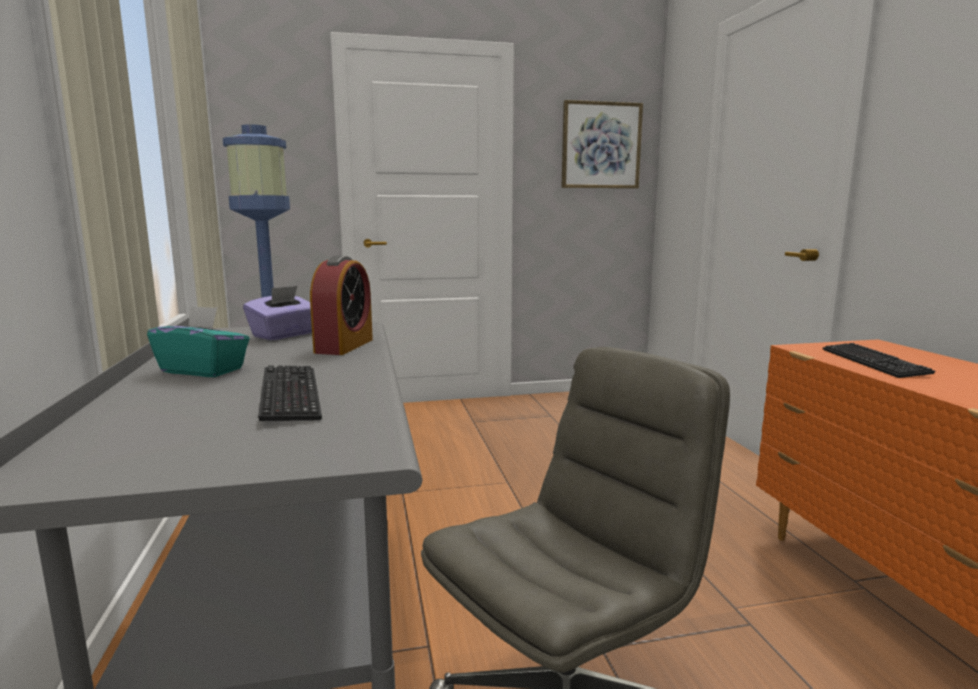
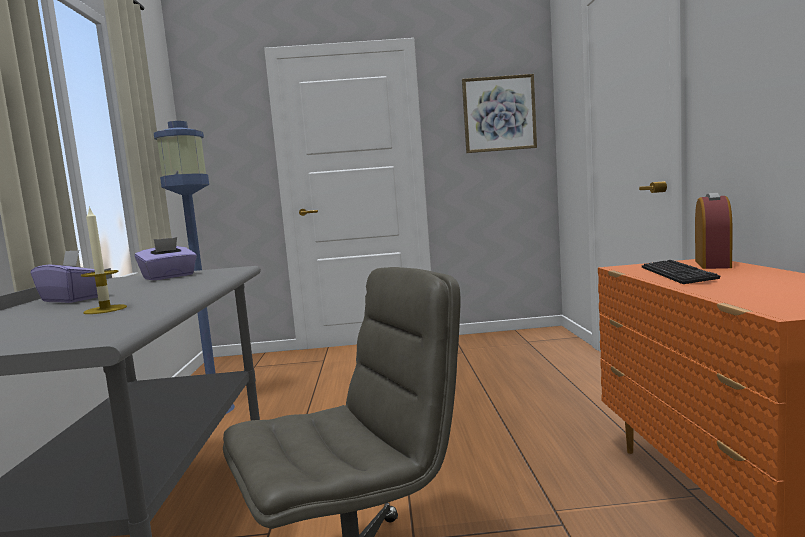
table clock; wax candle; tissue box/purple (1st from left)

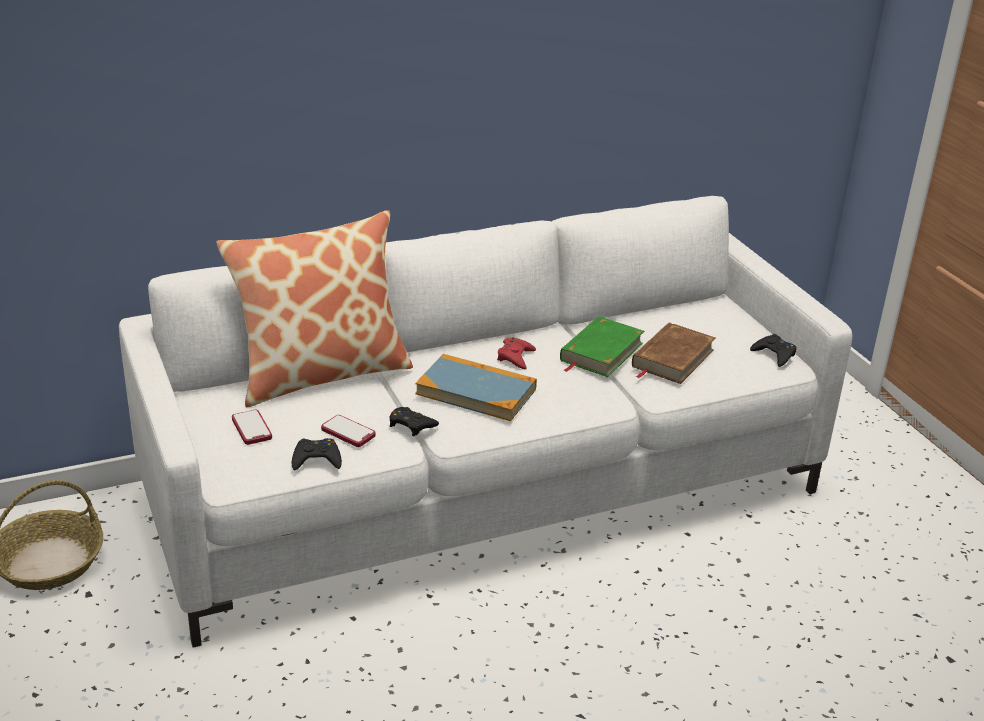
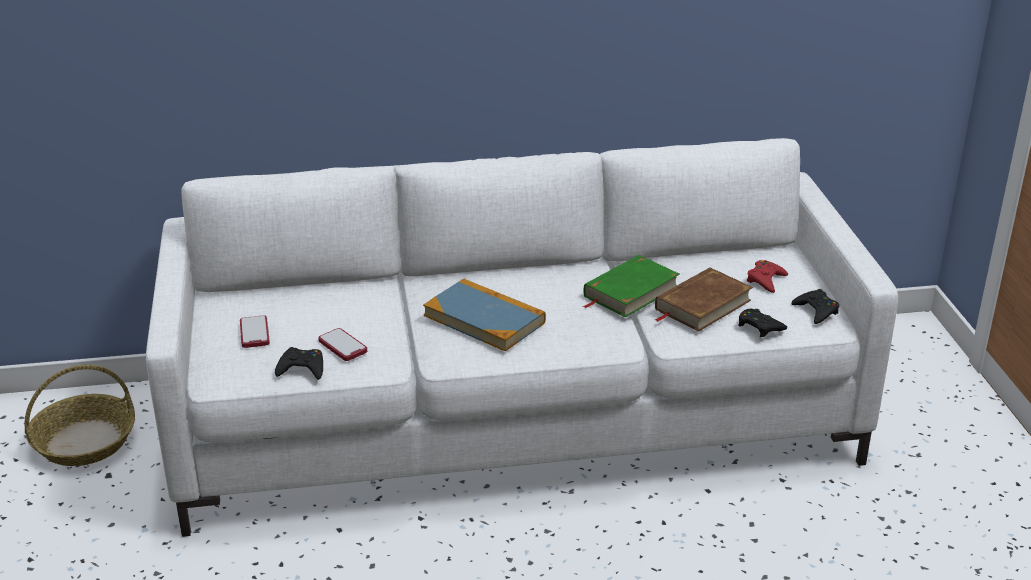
pillow; joypad/black (2nd from left); joypad/reddish

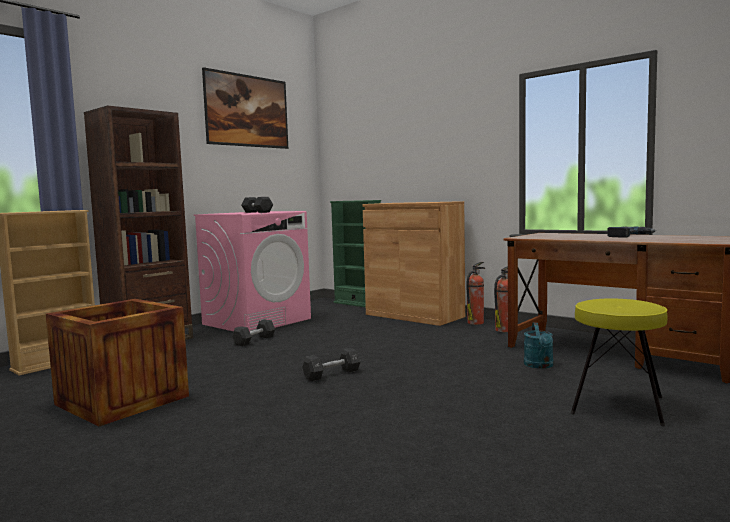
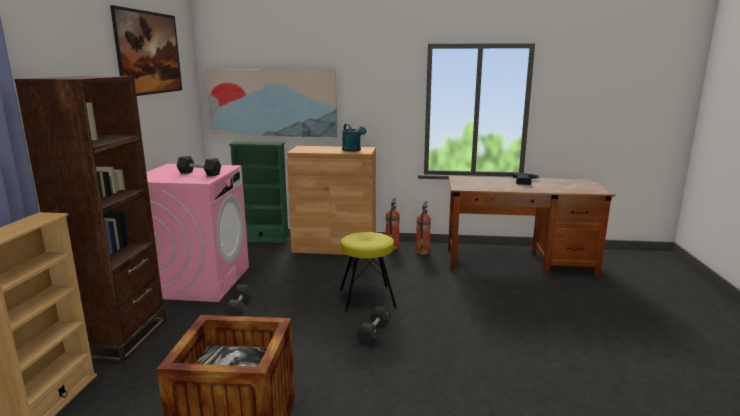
wall picture (2nd from left); sprinkling can/blue-green; sitting stool/yellow-coloured

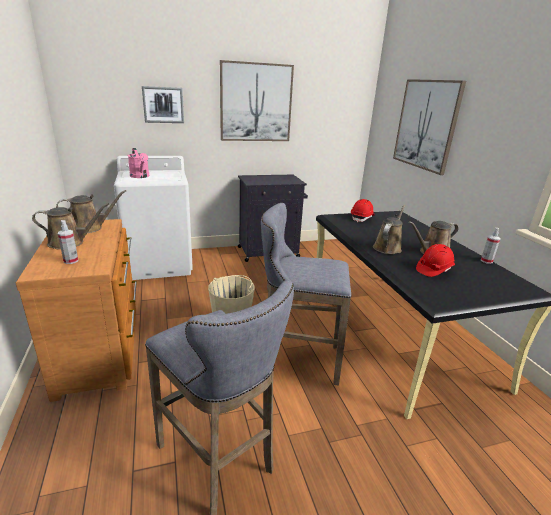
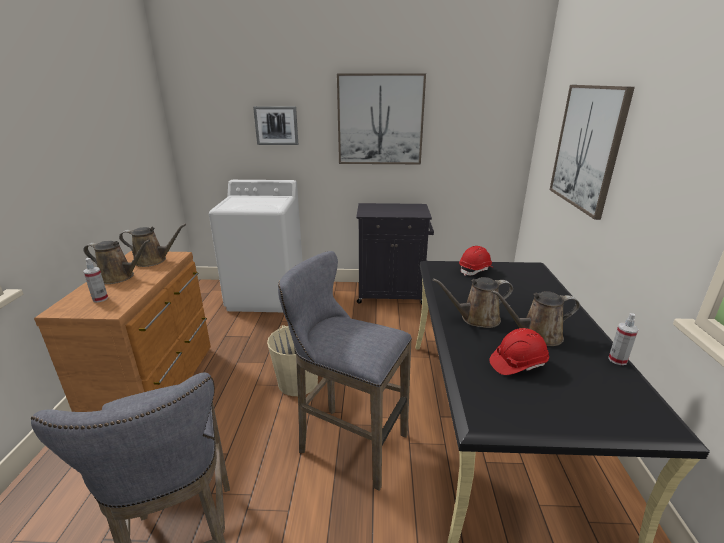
sprinkling can/pinkish; sprinkling can/brownish (3rd from left)

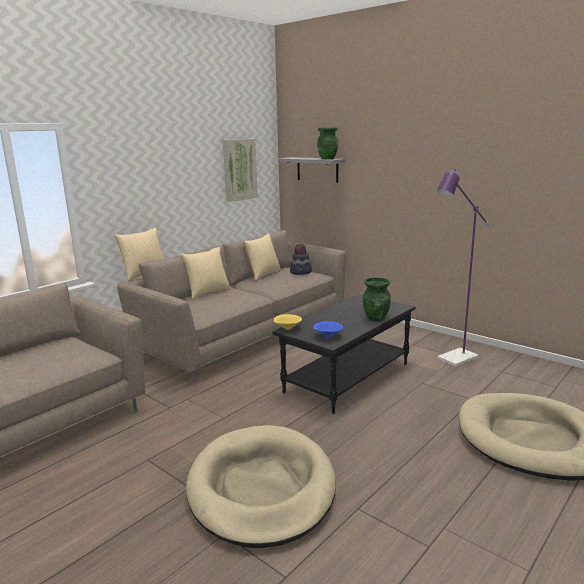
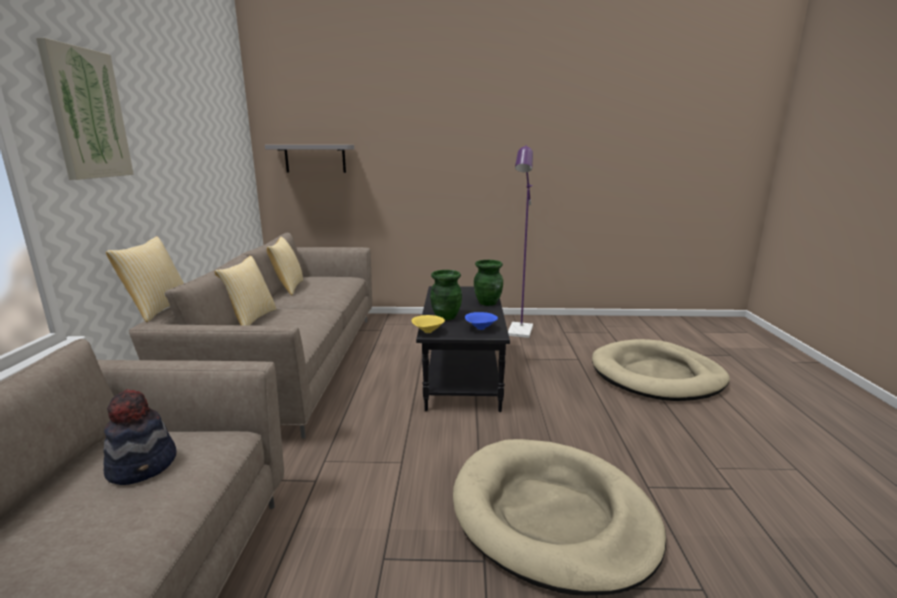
wall picture; hat; decorative vase/green-coloured (1st from left)

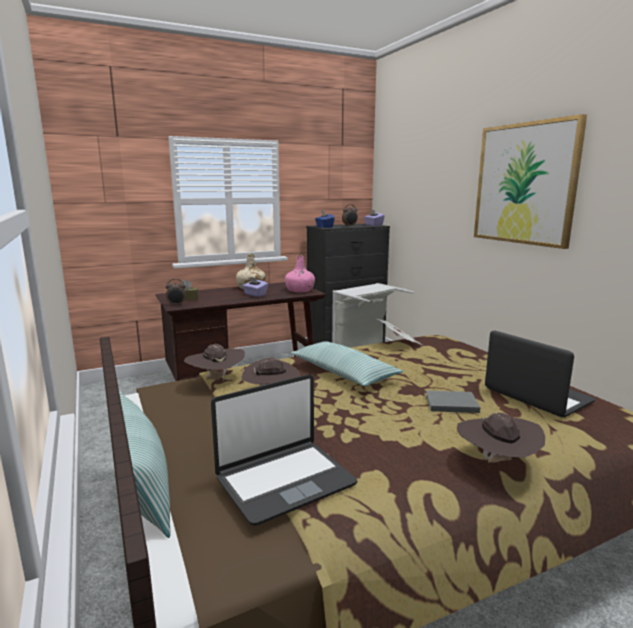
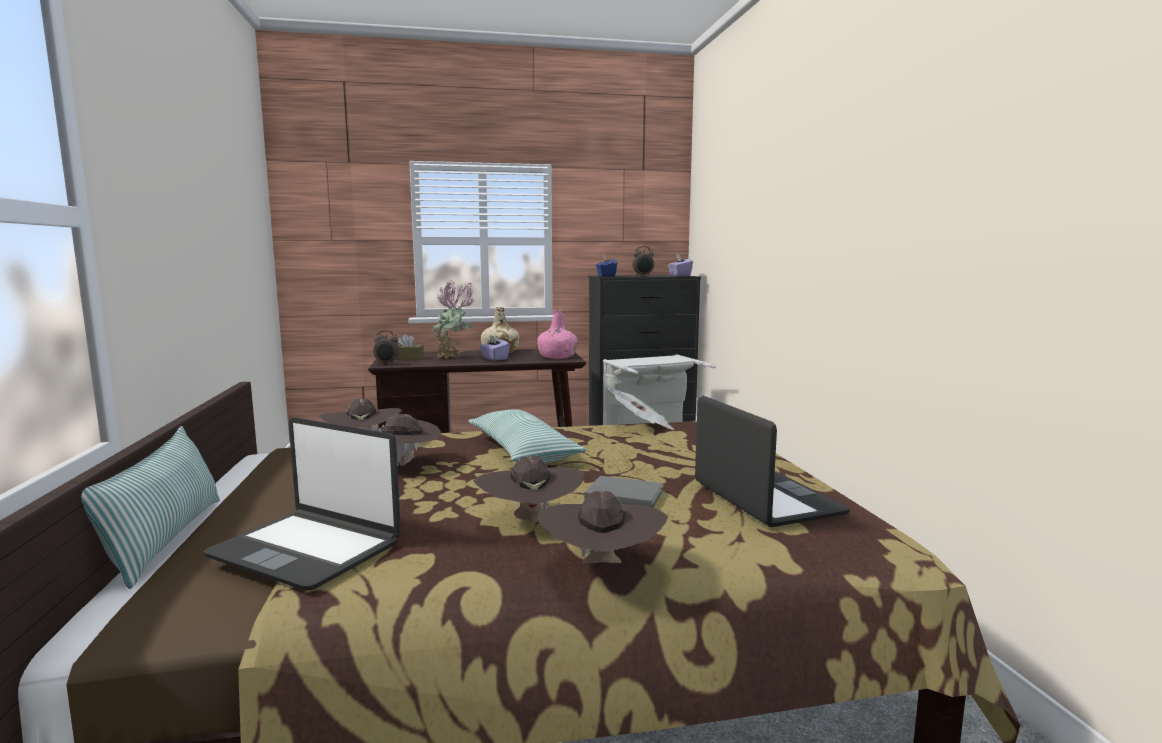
wall picture; plant in a pot; hat/brownish (3rd from left); laptop (1st from left)

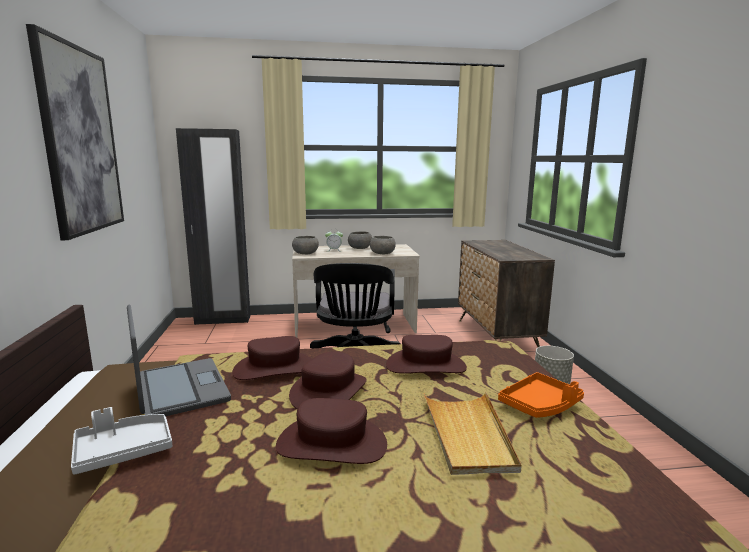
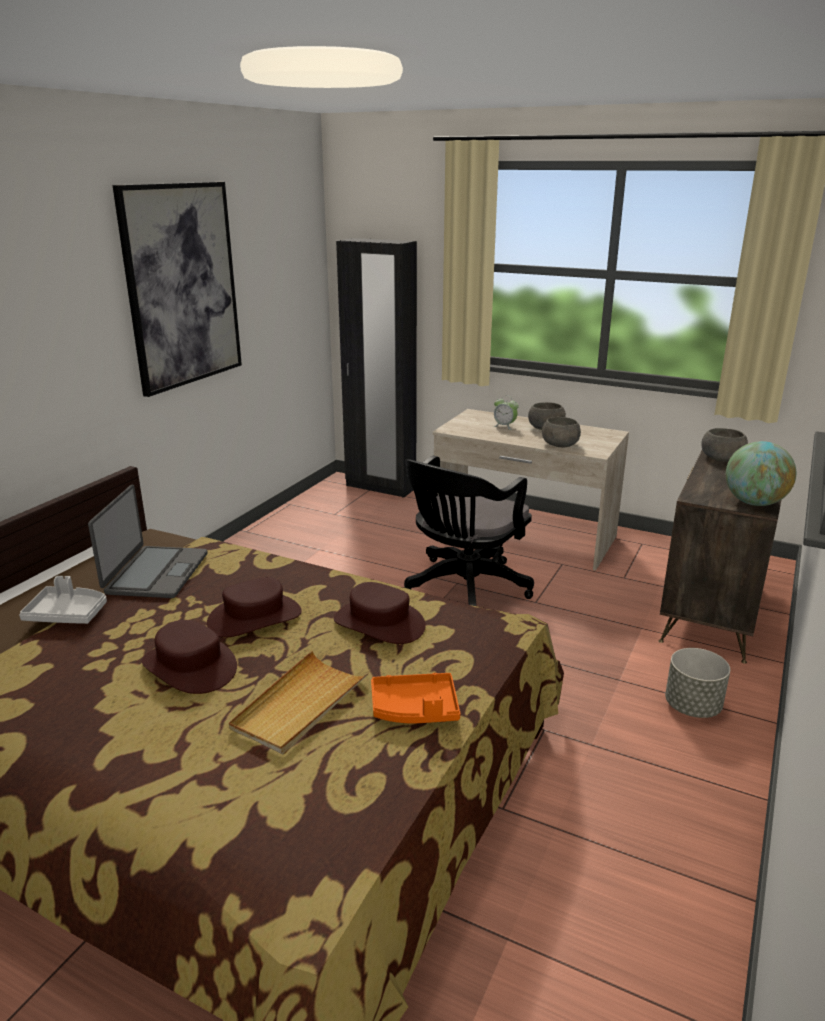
hat/brownish (1st from left in the first image); world globe; bowl/greyish (3rd from left)

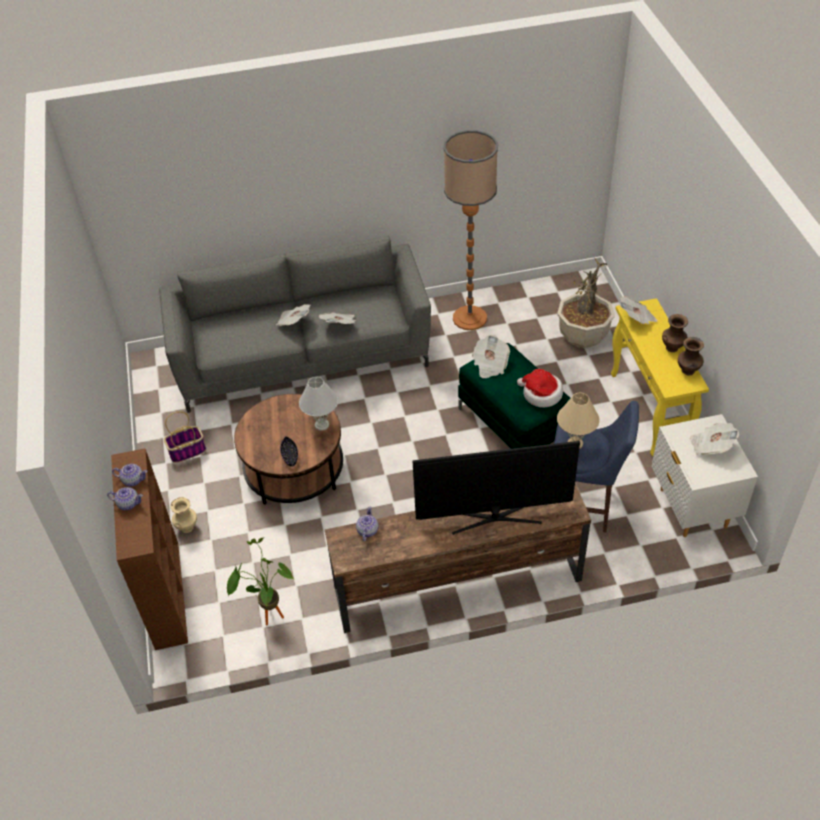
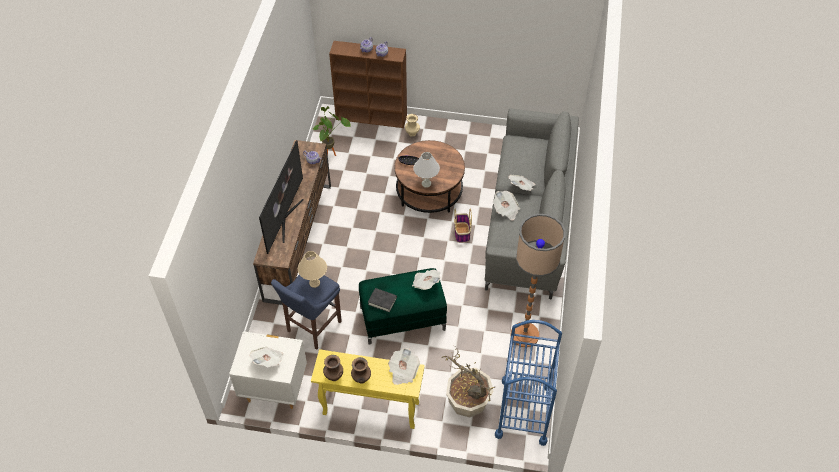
cart/blue-coloured; storage basket; volume/black

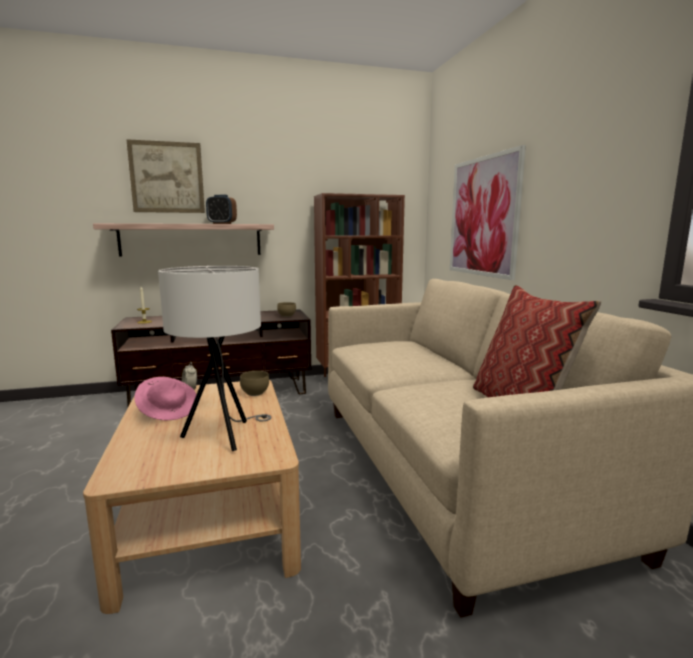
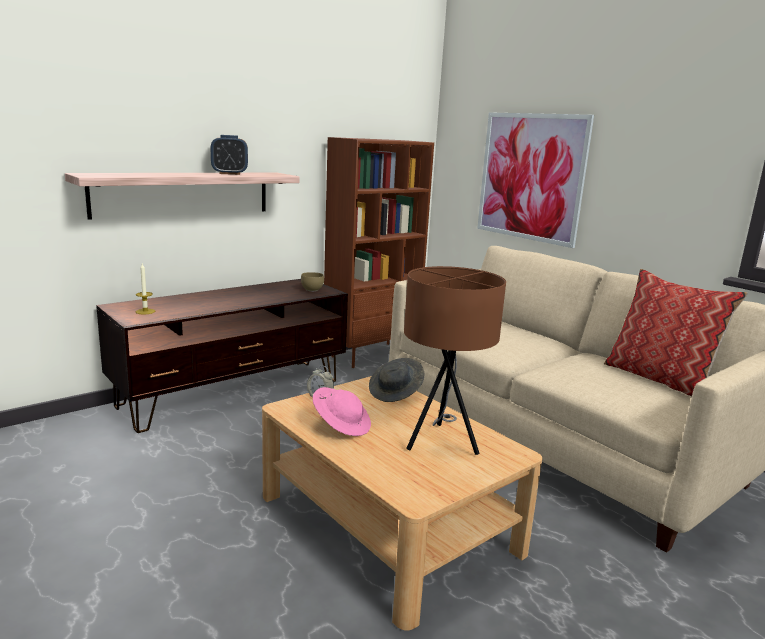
wall picture (1st from left in the first image); hat/greyish; lamp for a table/brownish

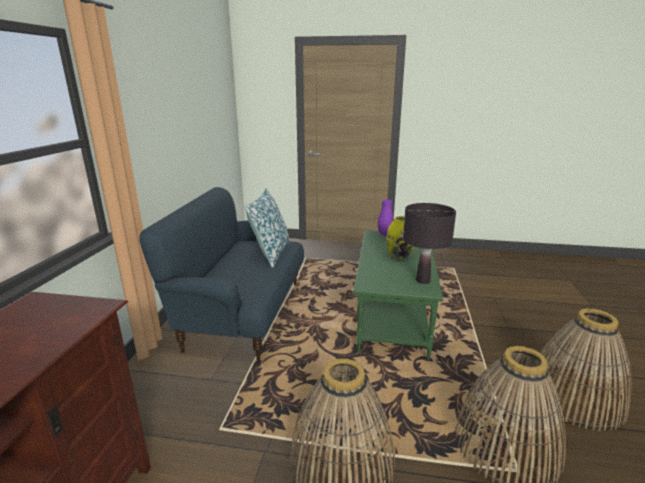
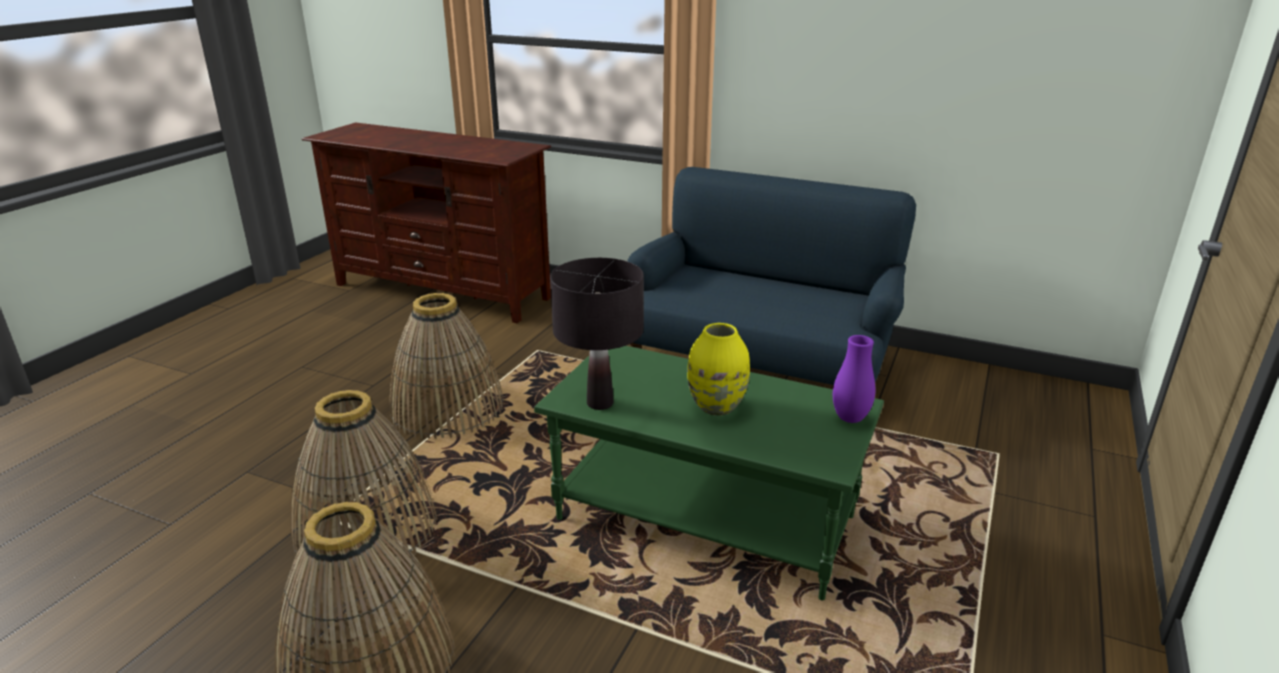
pillow

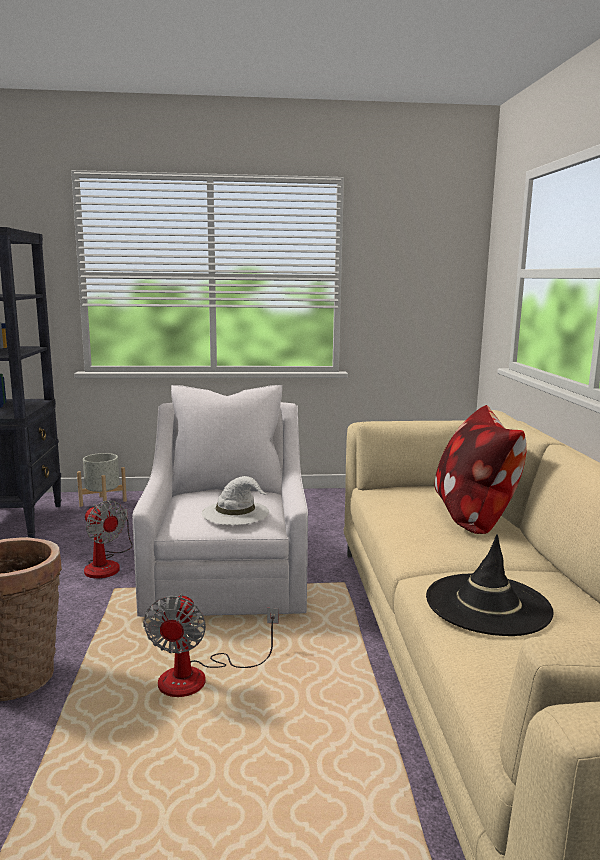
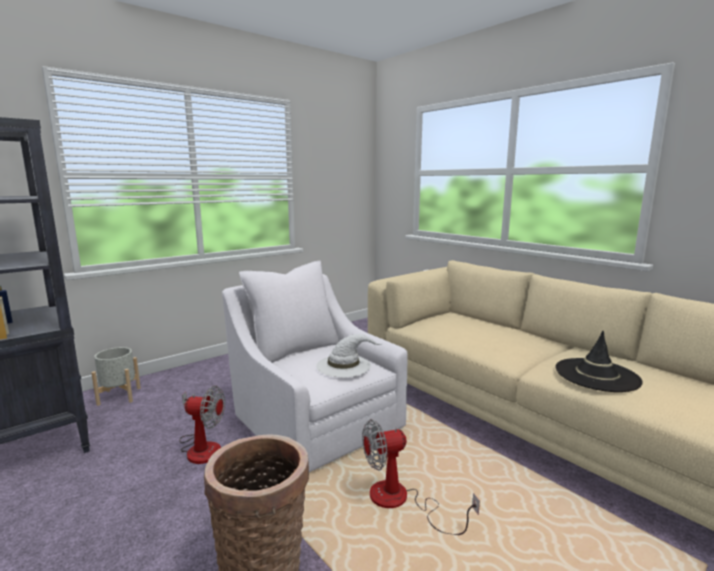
pillow; electric fan (2nd from left)

